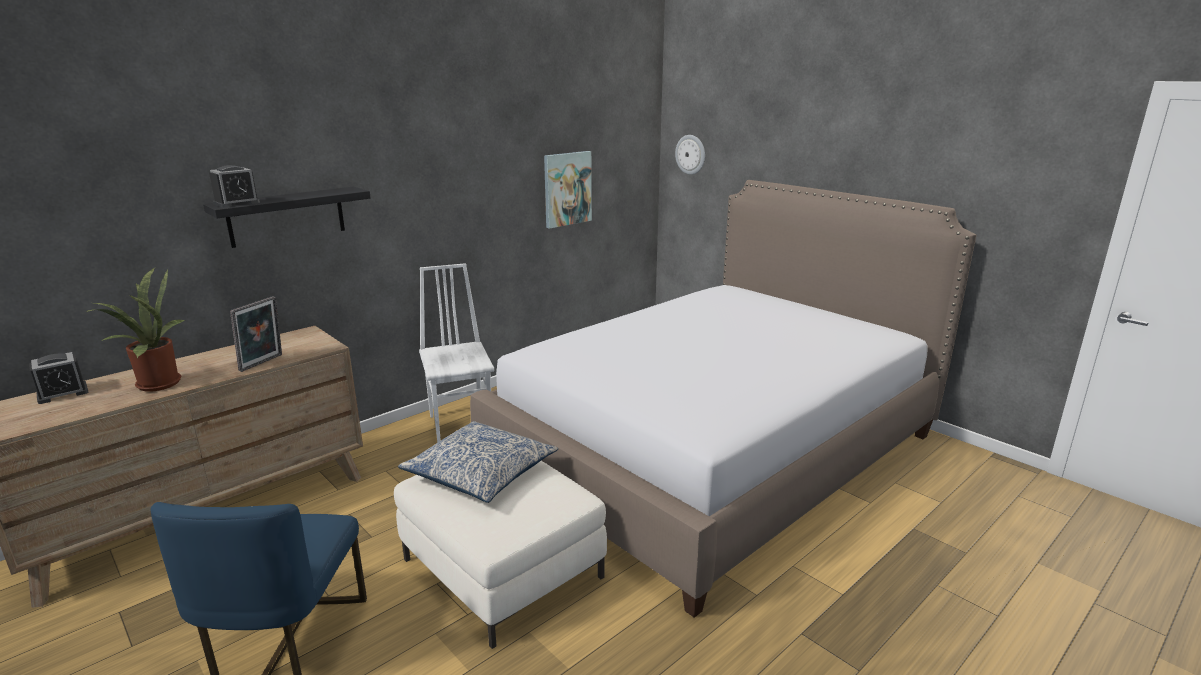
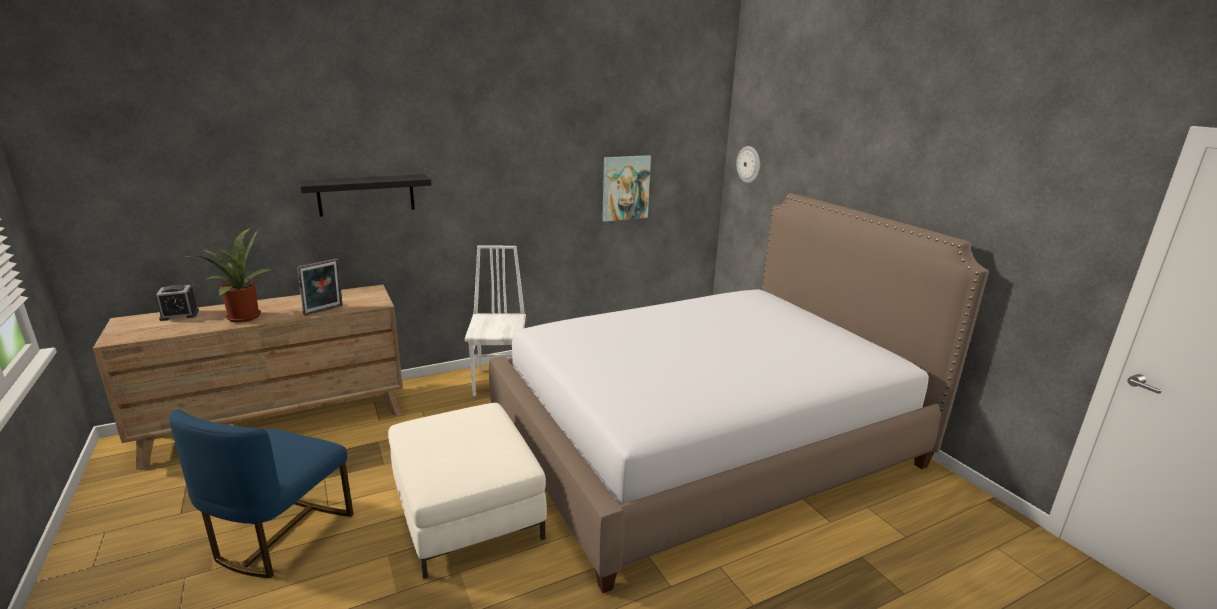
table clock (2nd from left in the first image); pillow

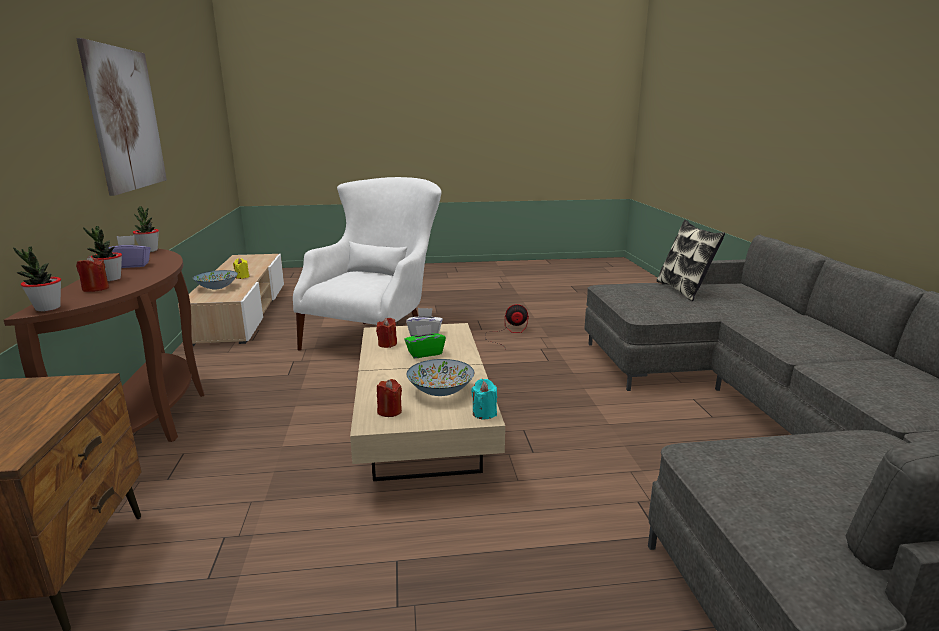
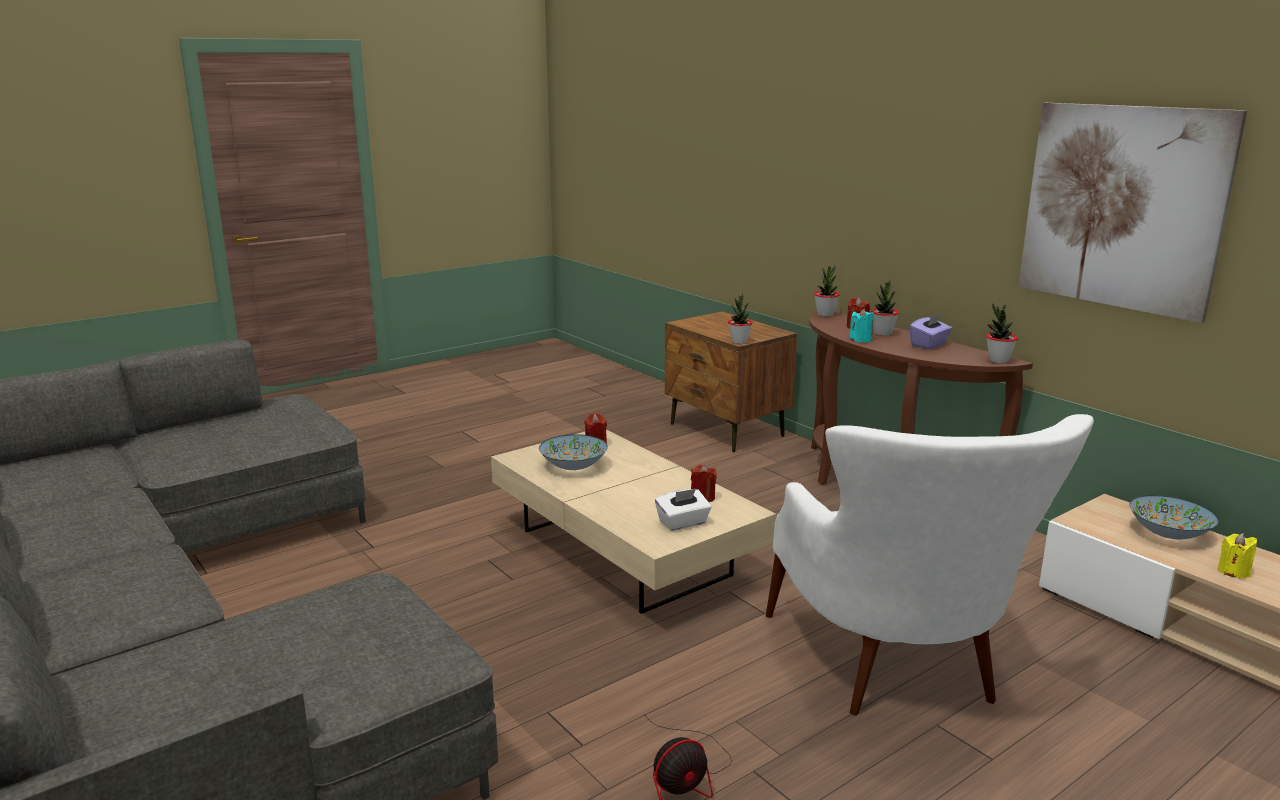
tissue box/green-coloured; pillow; plant in a pot (1st from left); wax candle/blue-green

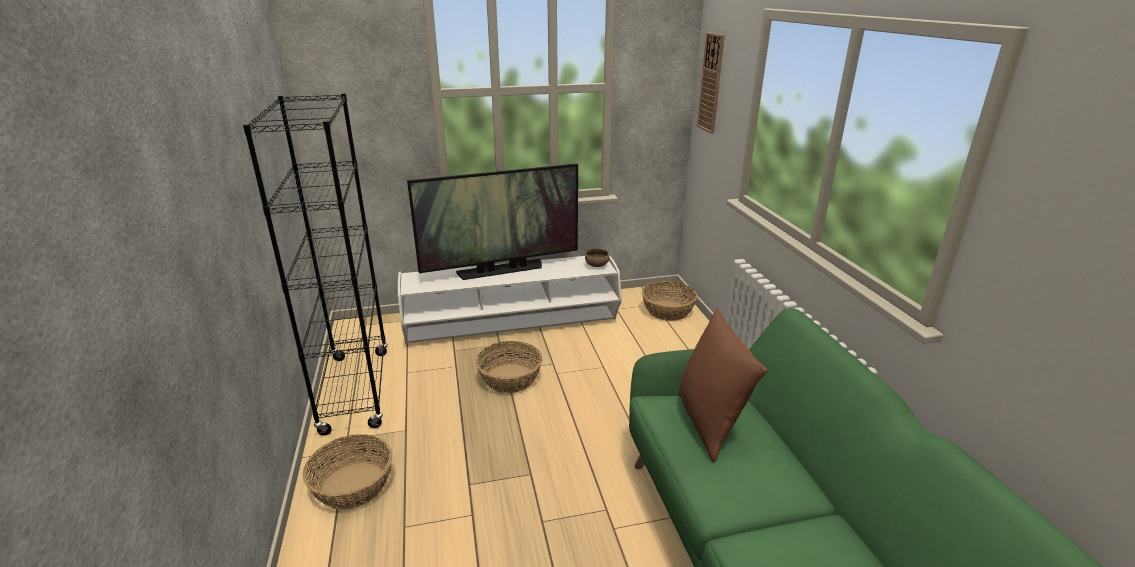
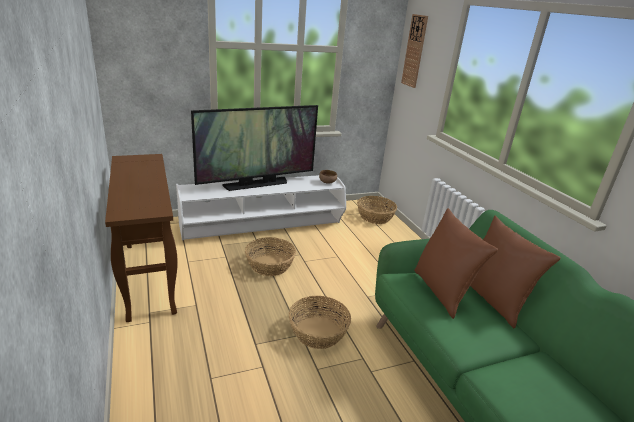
pillow/brownish (2nd from left); storage basket (2nd from left); hall table/brownish

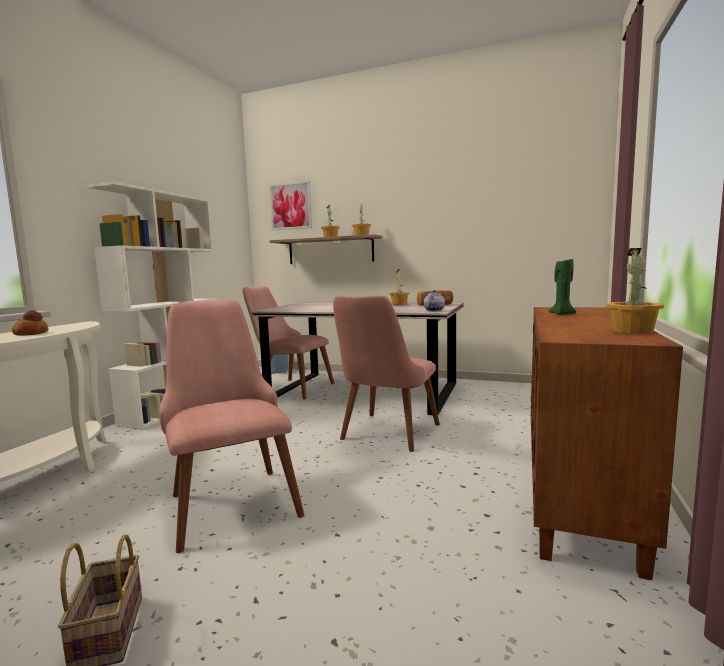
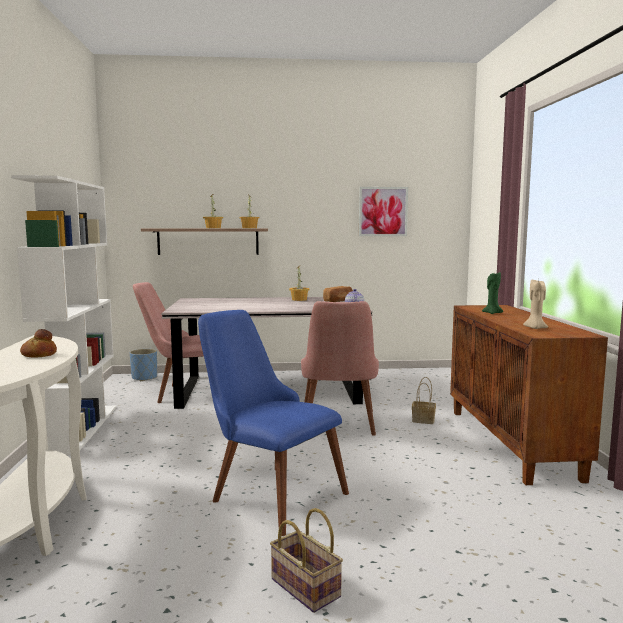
plant in a pot (4th from left in the first image); storage basket (2nd from left); wax candle/beige-coloured; wall picture; upright chair/blue-coloured

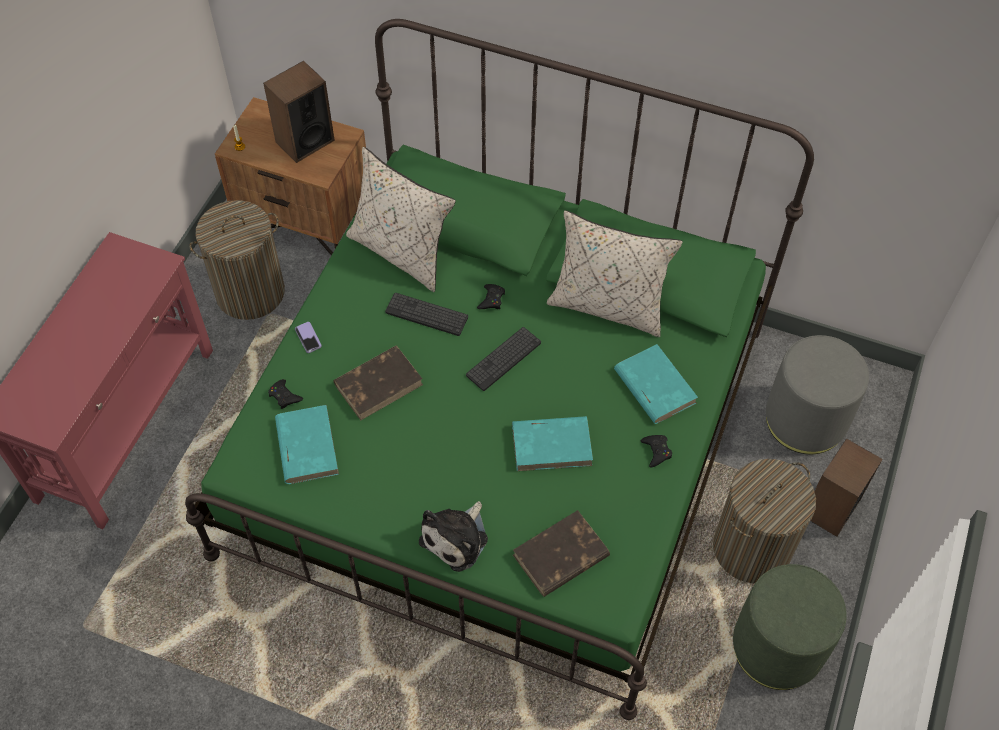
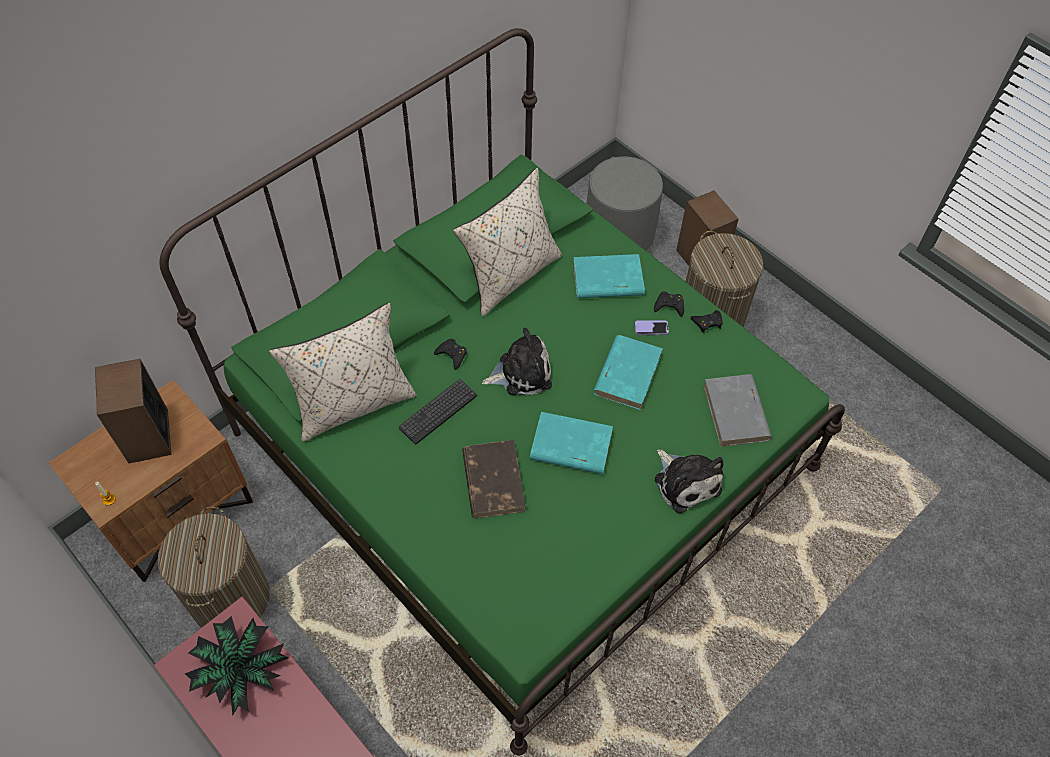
ottoman/green-coloured; plant in a pot; joypad/black (3rd from left); volume/blue-green (1st from left); telephone; plush toy (1st from left); volume/greyish

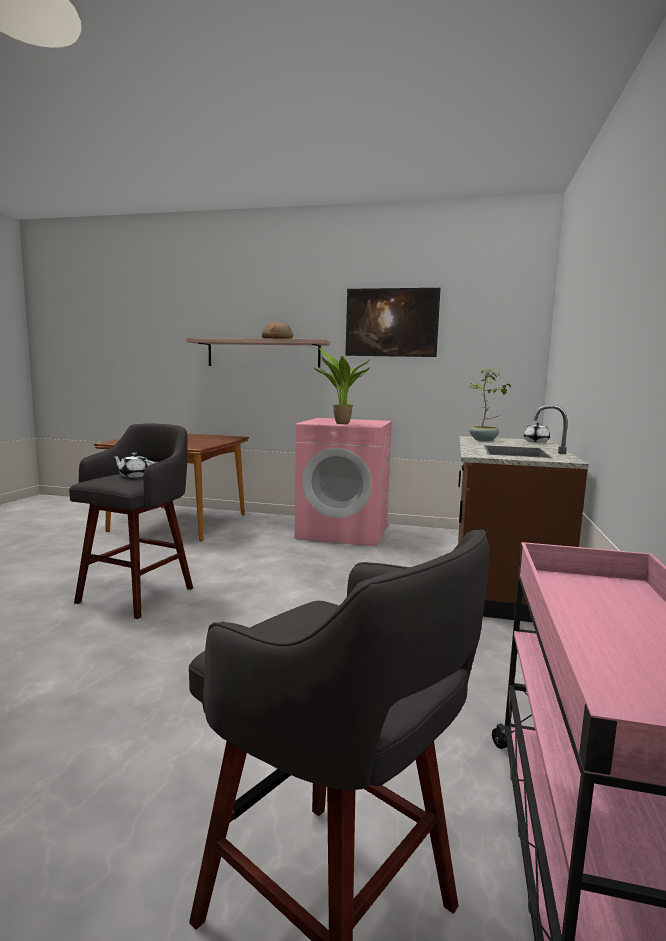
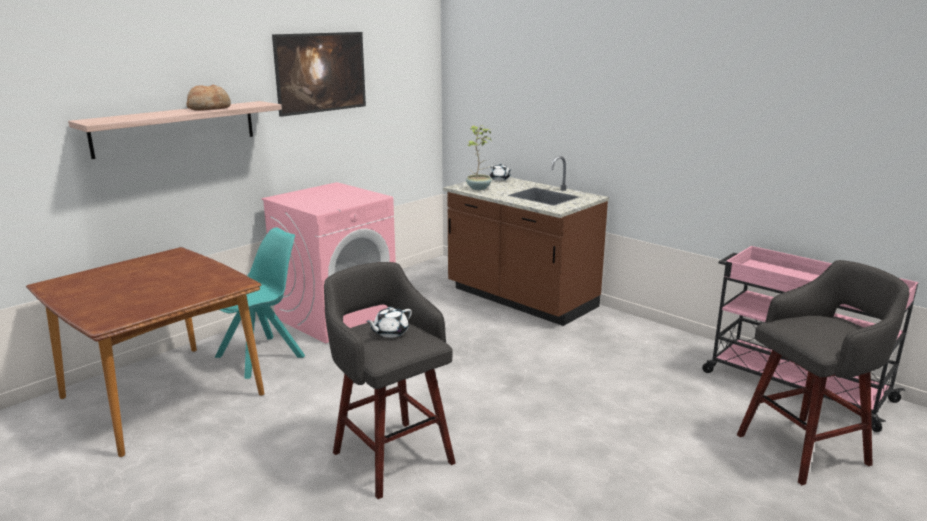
plant in a pot (1st from left in the first image); upright chair/blue-green

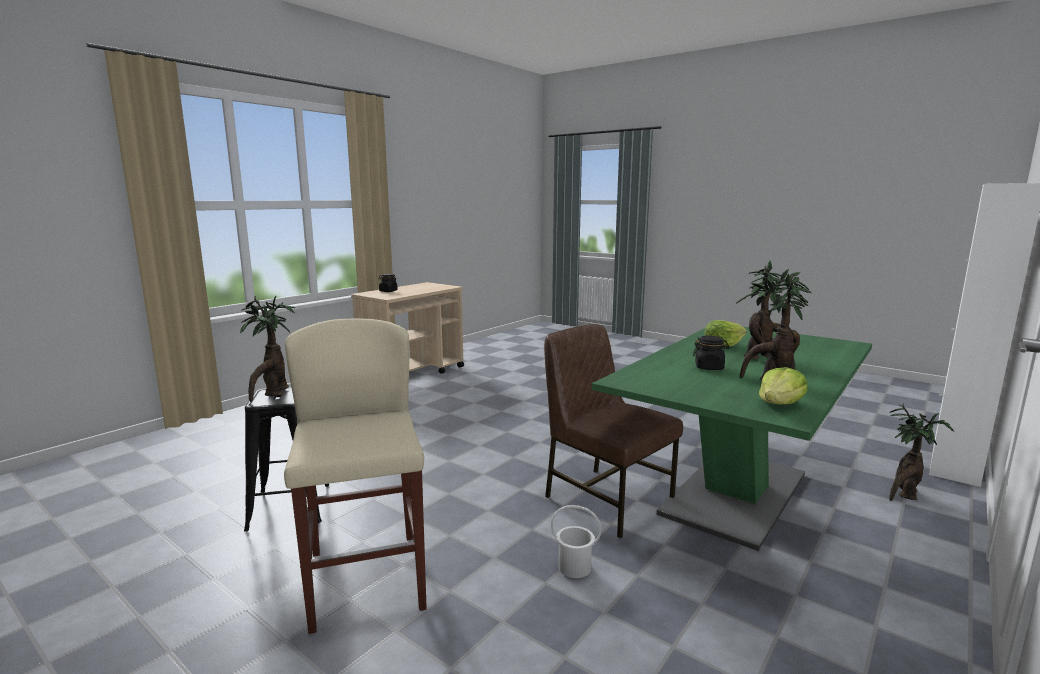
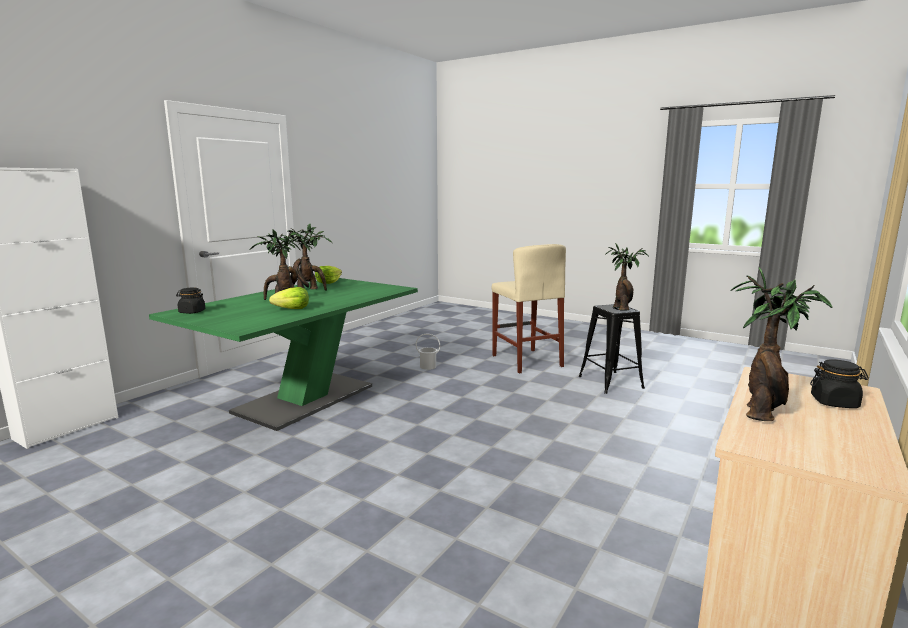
upright chair/brownish; jar/black (1st from left); plant in a pot (4th from left)

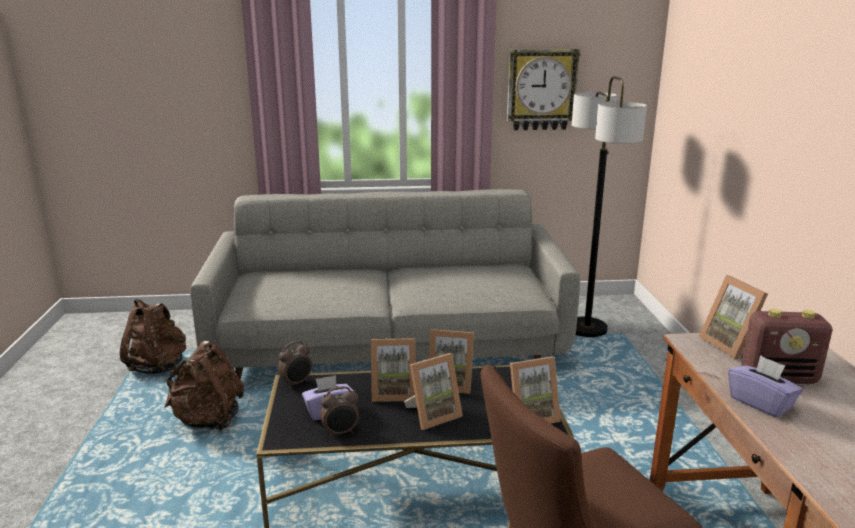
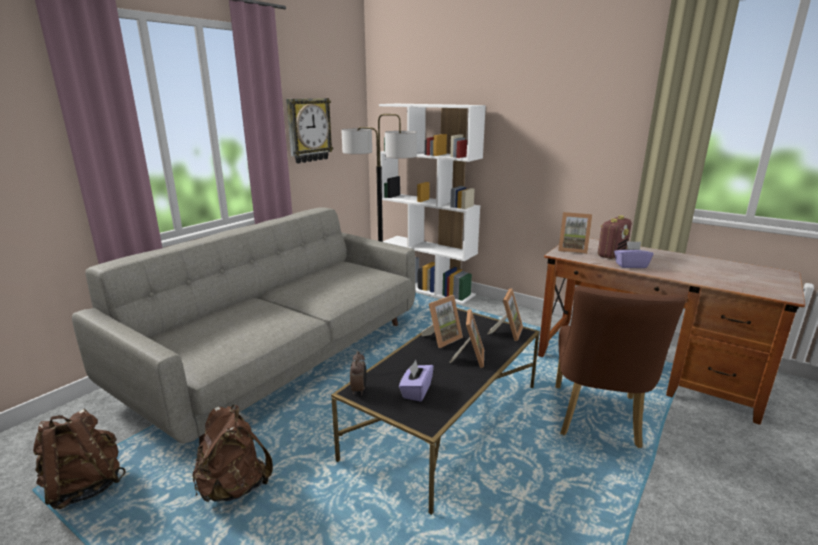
table clock (2nd from left in the first image); picture frame (1st from left in the first image); bookshelf/whitish

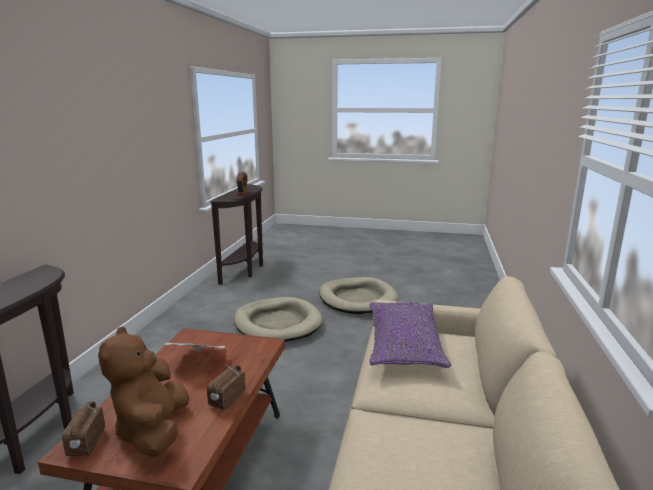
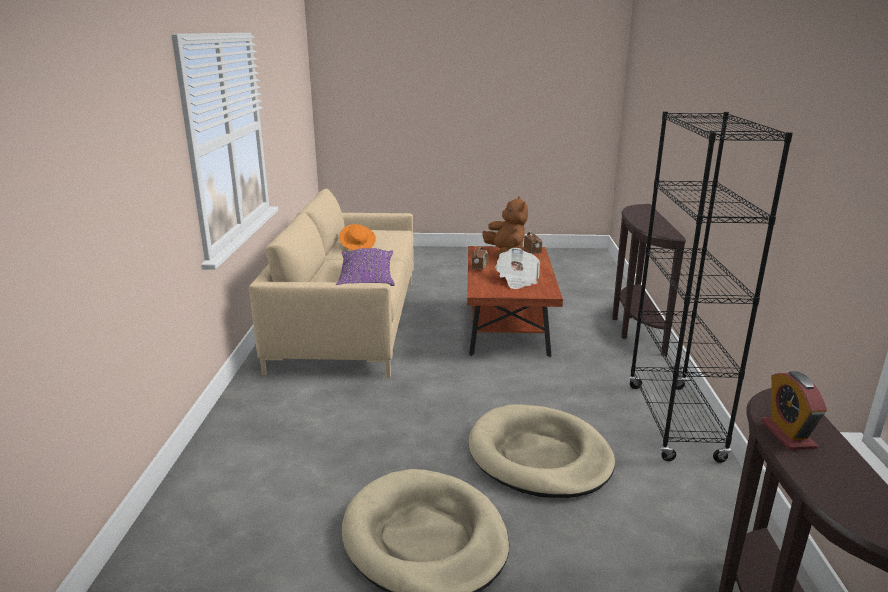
hat/orangey; bookshelf/black

